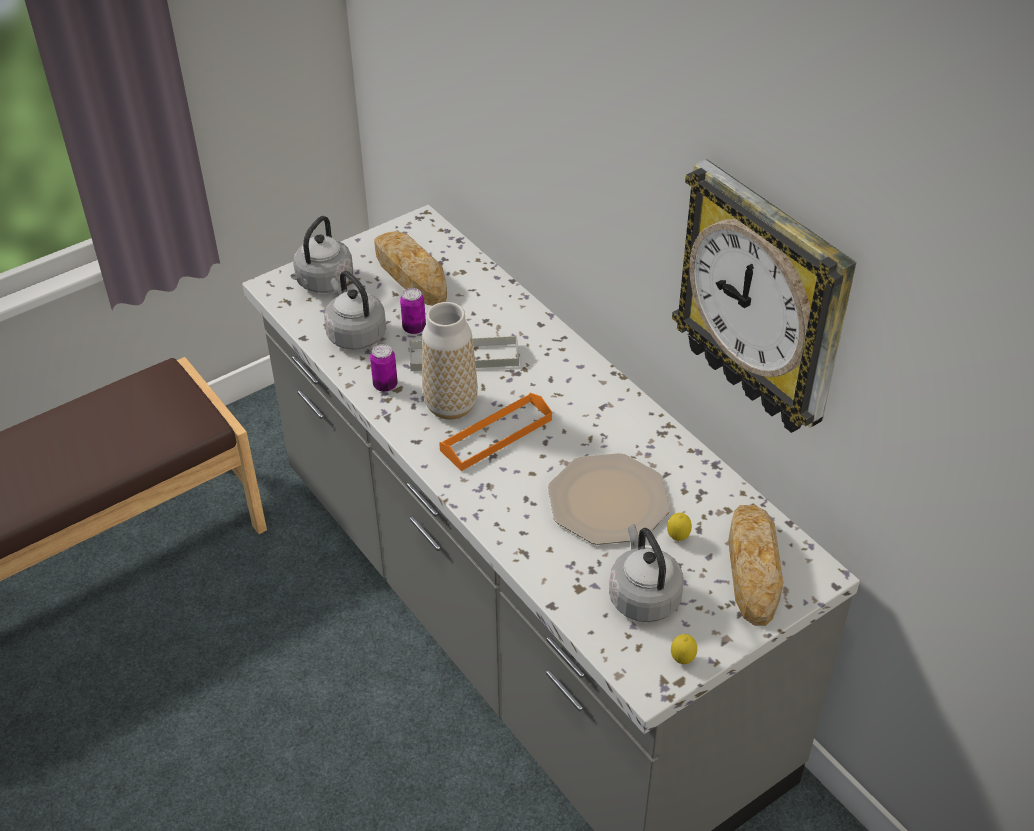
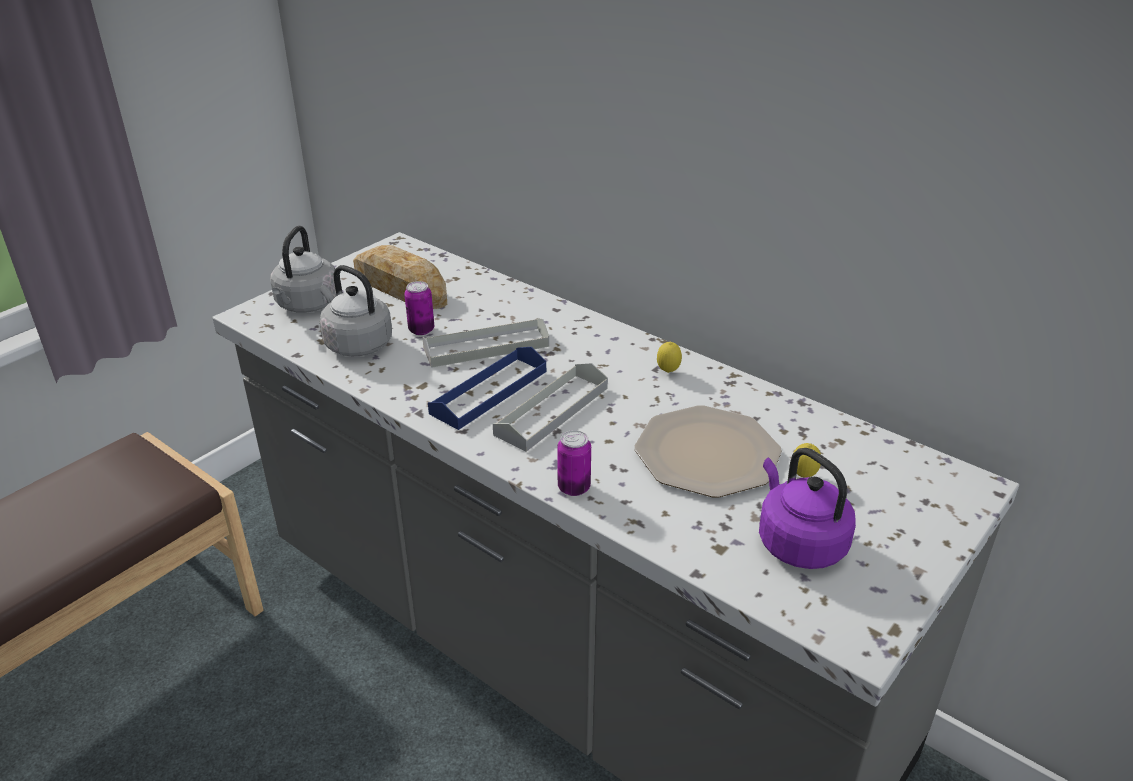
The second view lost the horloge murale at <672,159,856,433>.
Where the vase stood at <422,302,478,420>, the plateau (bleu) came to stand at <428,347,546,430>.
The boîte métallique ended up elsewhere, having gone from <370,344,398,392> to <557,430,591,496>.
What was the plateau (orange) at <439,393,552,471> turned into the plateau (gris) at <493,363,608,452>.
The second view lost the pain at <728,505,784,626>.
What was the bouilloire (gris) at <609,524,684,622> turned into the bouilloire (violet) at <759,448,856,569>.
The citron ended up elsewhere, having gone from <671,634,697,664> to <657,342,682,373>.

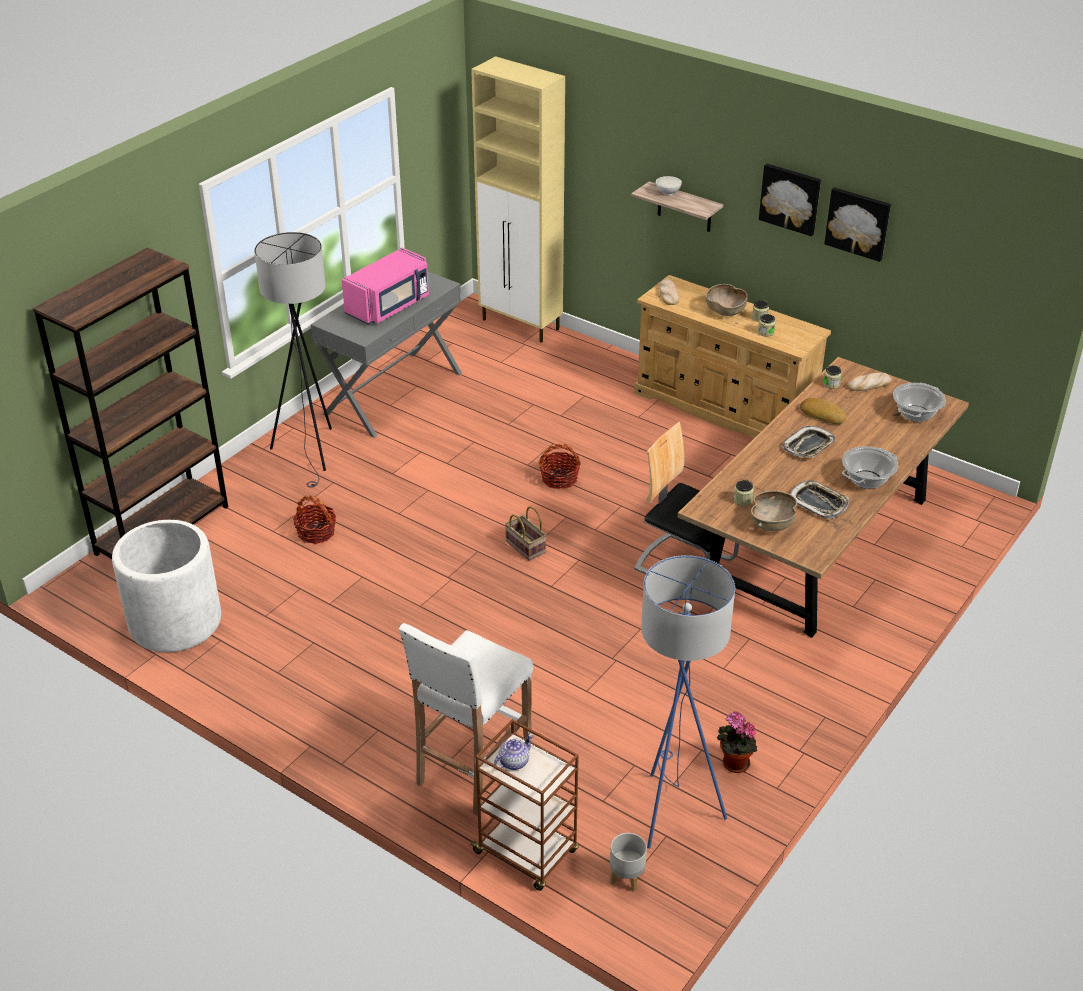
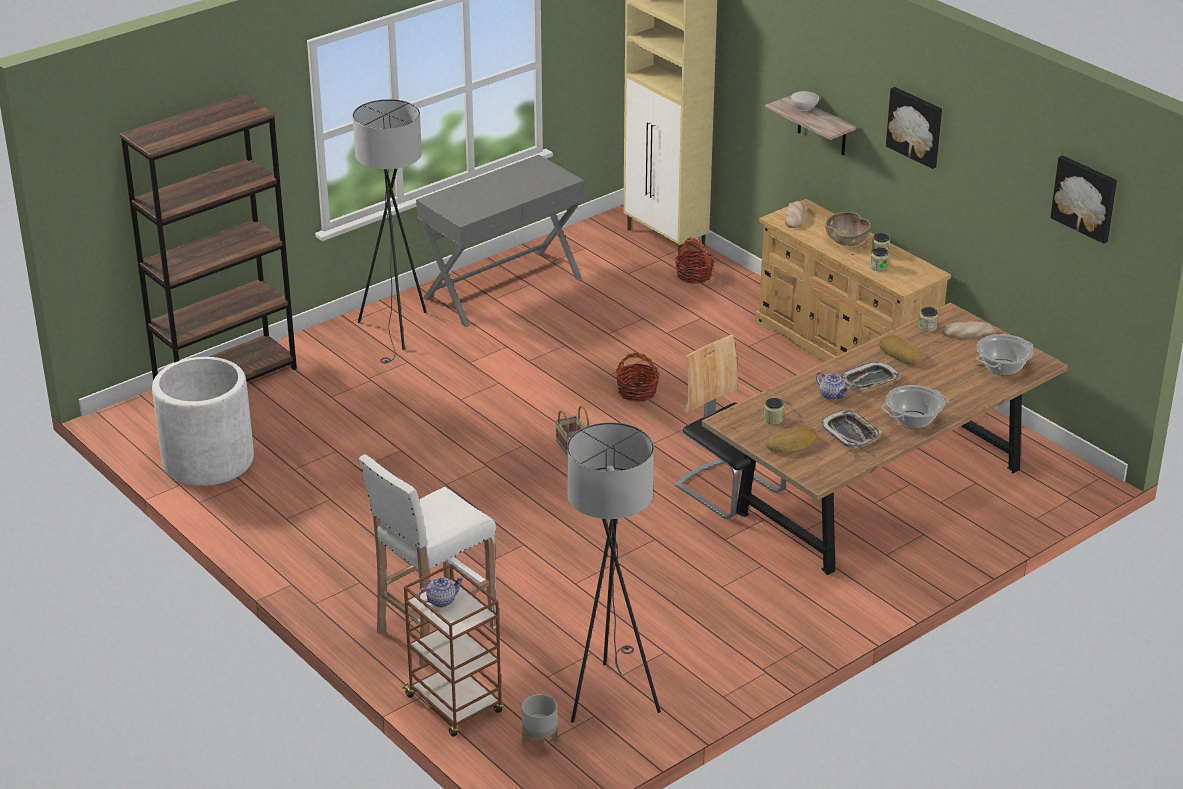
The tableau ended up elsewhere, having gone from <824,187,891,262> to <1050,155,1117,244>.
The second view lost the micro-ondes (rose) at <342,248,429,324>.
Where the bol (marron) stood at <751,491,797,531>, the pain came to stand at <765,426,817,453>.
The panier ended up elsewhere, having gone from <293,495,336,544> to <675,238,715,284>.
What was the lampadaire (bleu) at <641,555,735,849> turned into the lampadaire (gris) at <567,422,661,723>.
The second view lost the plante en pot at <717,711,757,773>.
The second view gained the théière at <816,372,850,400>.

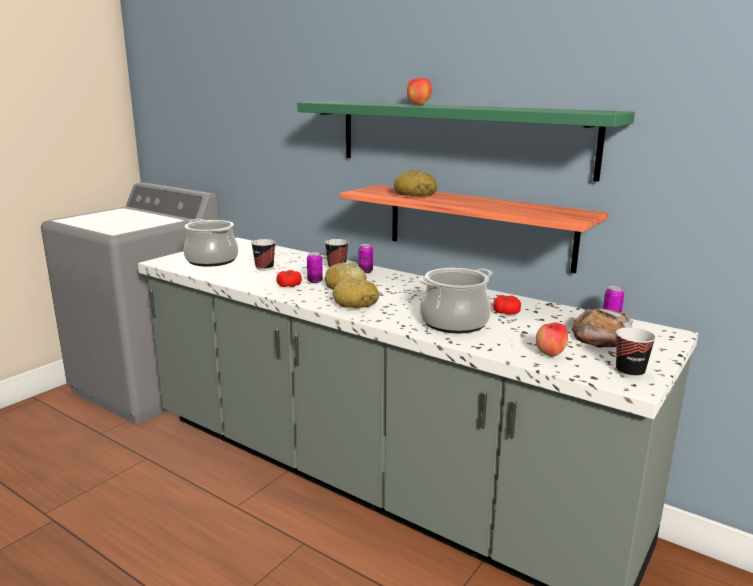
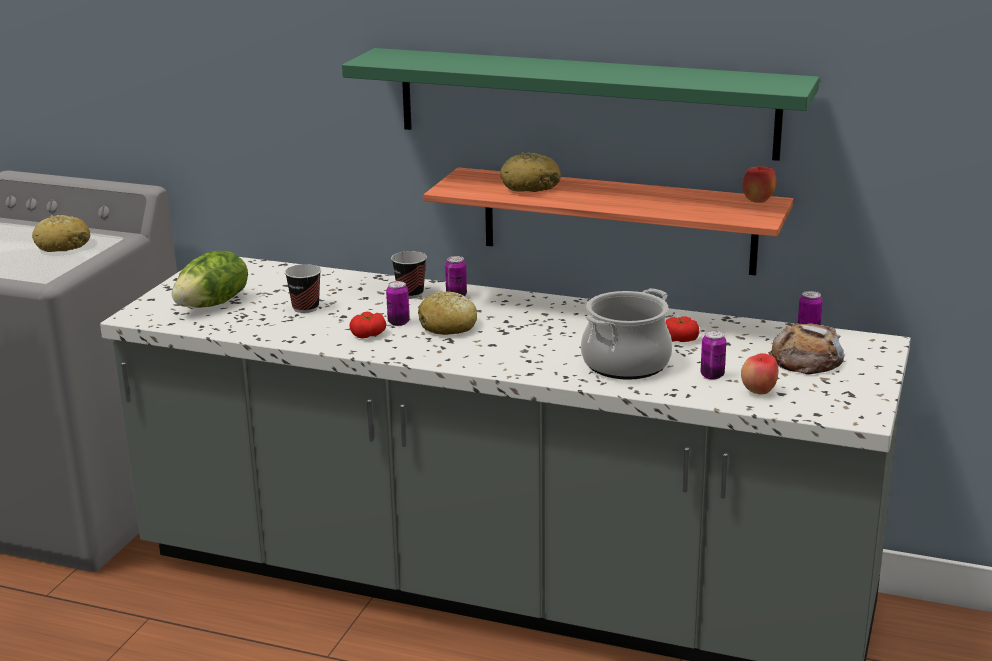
The pomme ended up elsewhere, having gone from <407,78,432,105> to <742,166,777,203>.
Where the marmite stood at <183,219,238,267>, the laitue came to stand at <172,251,248,308>.
The pain ended up elsewhere, having gone from <333,277,379,308> to <32,215,90,252>.
The second view lost the tasse at <616,328,656,378>.
The second view gained the boîte métallique at <701,330,726,380>.

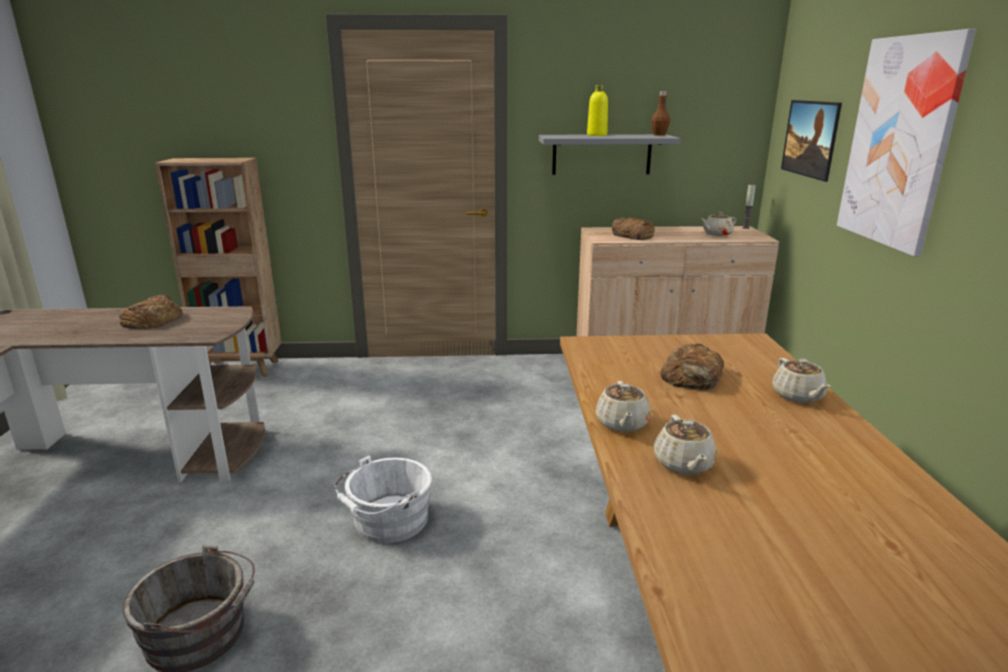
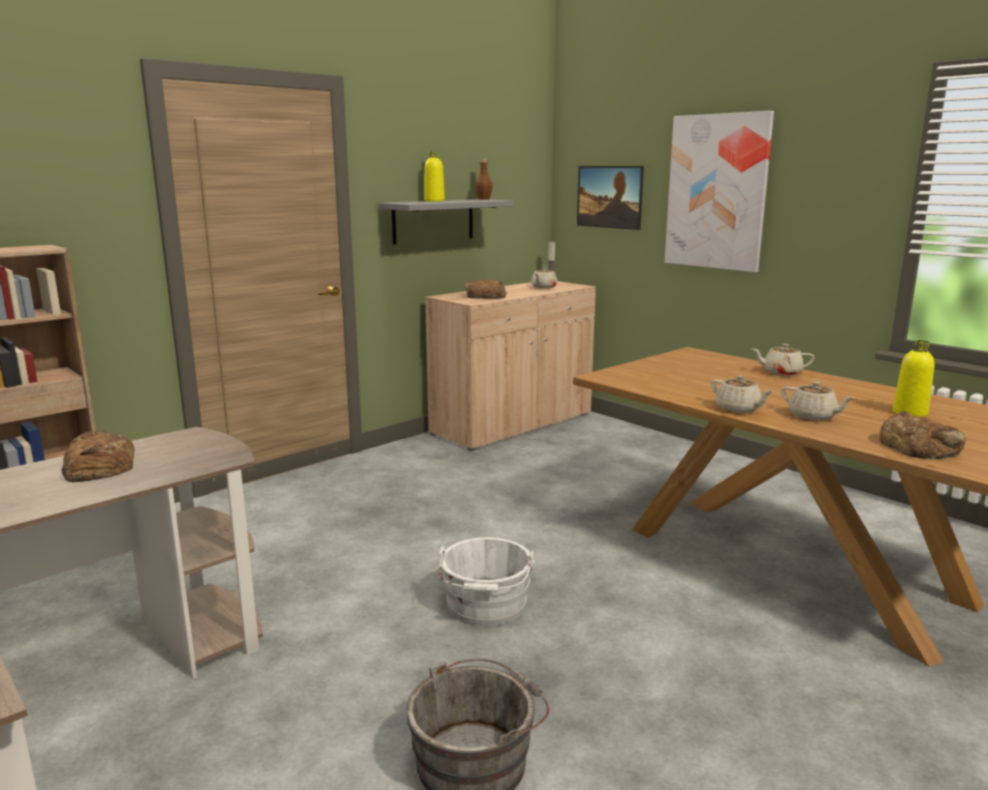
The pain ended up elsewhere, having gone from <660,344,724,391> to <879,411,966,460>.
The théière (beige) at <772,358,830,403> ended up facing another way, 150 degrees clockwise from before.
The second view gained the bouteille (jaune) at <893,340,935,417>.

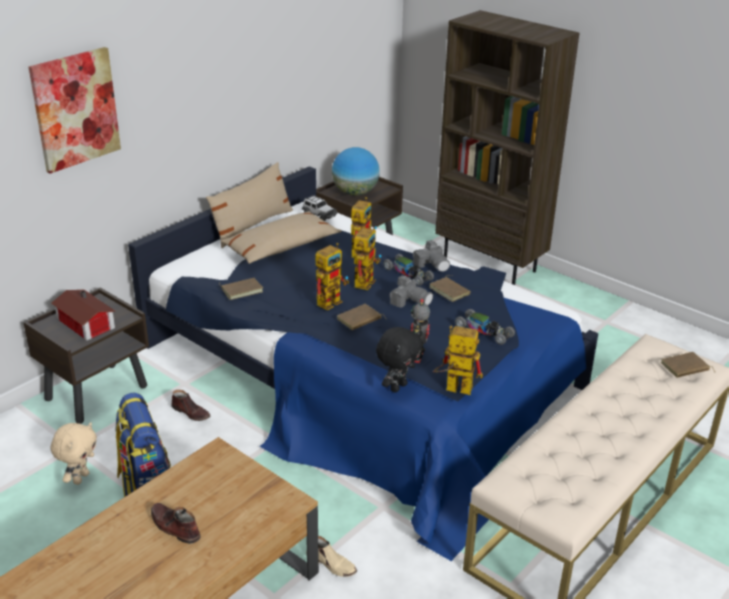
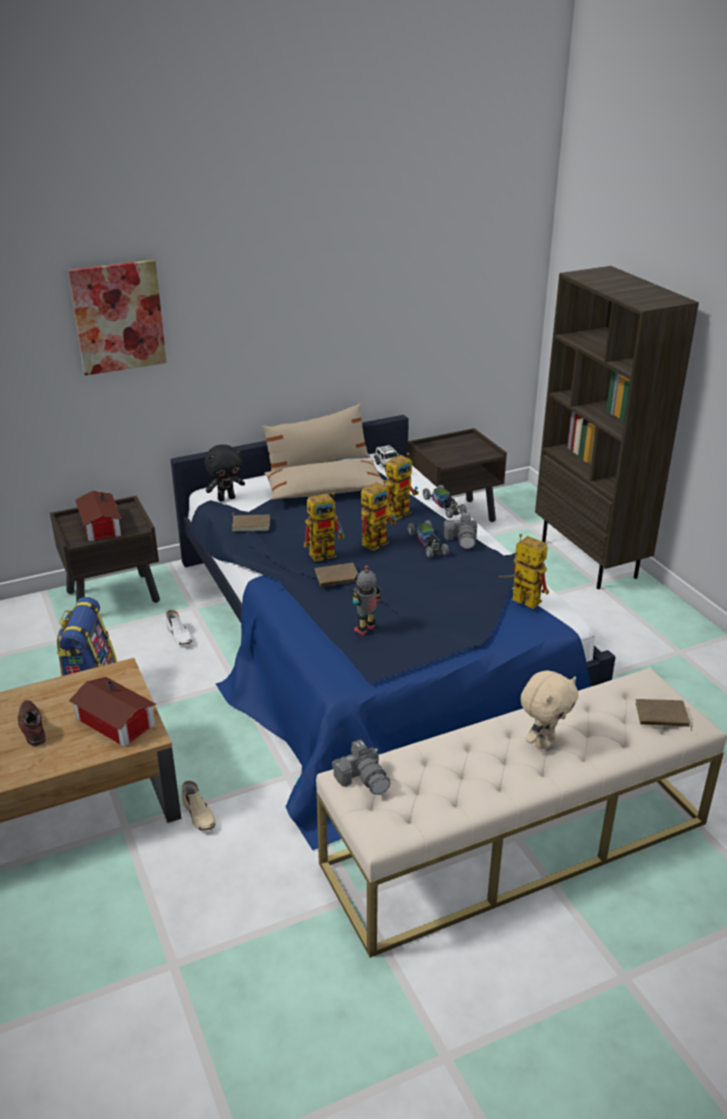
The second view lost the globe at <332,147,380,196>.
The second view lost the livre (marron) at <429,275,471,302>.
The appareil photo ended up elsewhere, having gone from <389,276,433,307> to <332,739,390,795>.
The petite voiture ended up elsewhere, having gone from <455,309,515,345> to <423,485,467,518>.
The robot jouet ended up elsewhere, having gone from <433,326,483,395> to <498,534,549,609>.
The peluche (noir) ended up elsewhere, having gone from <376,327,423,393> to <204,445,245,502>.
What was the chaussure (marron) at <171,390,210,421> turned into the chaussure (blanc) at <166,610,193,645>.
The peluche (beige) ended up elsewhere, having gone from <51,422,97,485> to <520,670,578,749>.
The second view gained the maison miniature at <69,677,156,747>.

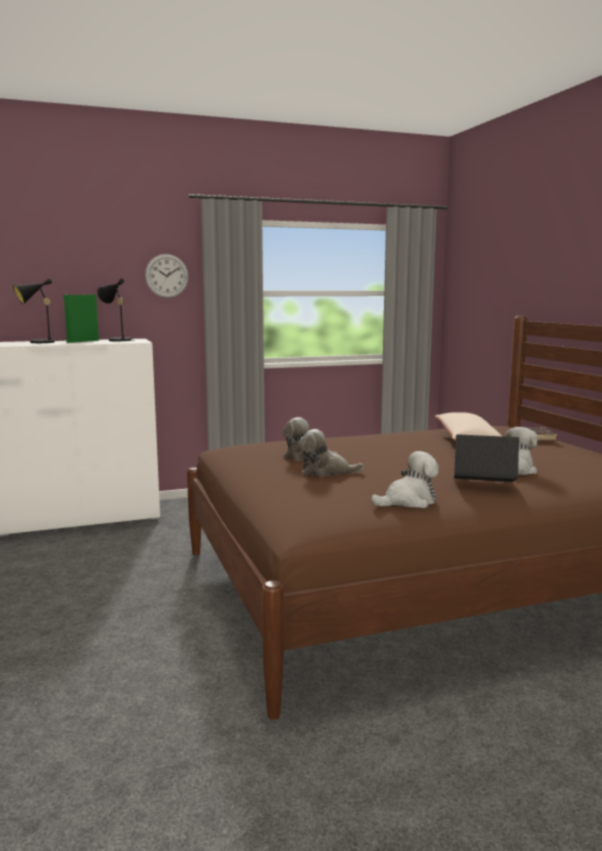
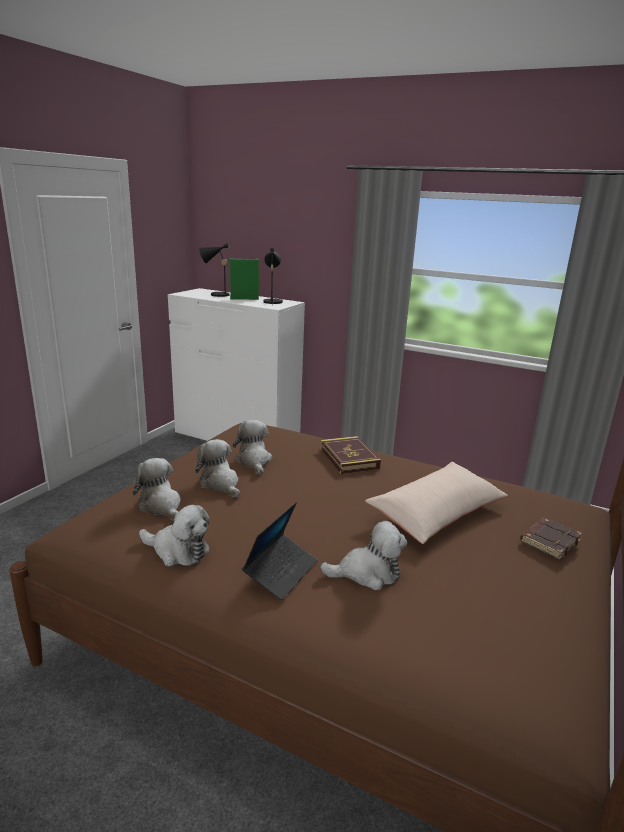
The second view lost the horloge murale at <145,254,189,298>.
The ordinateur portable at <454,434,519,482> ended up facing another way, 60 degrees clockwise from before.
The second view gained the livre at <320,436,381,474>.
The second view gained the peluche at <133,458,181,521>.

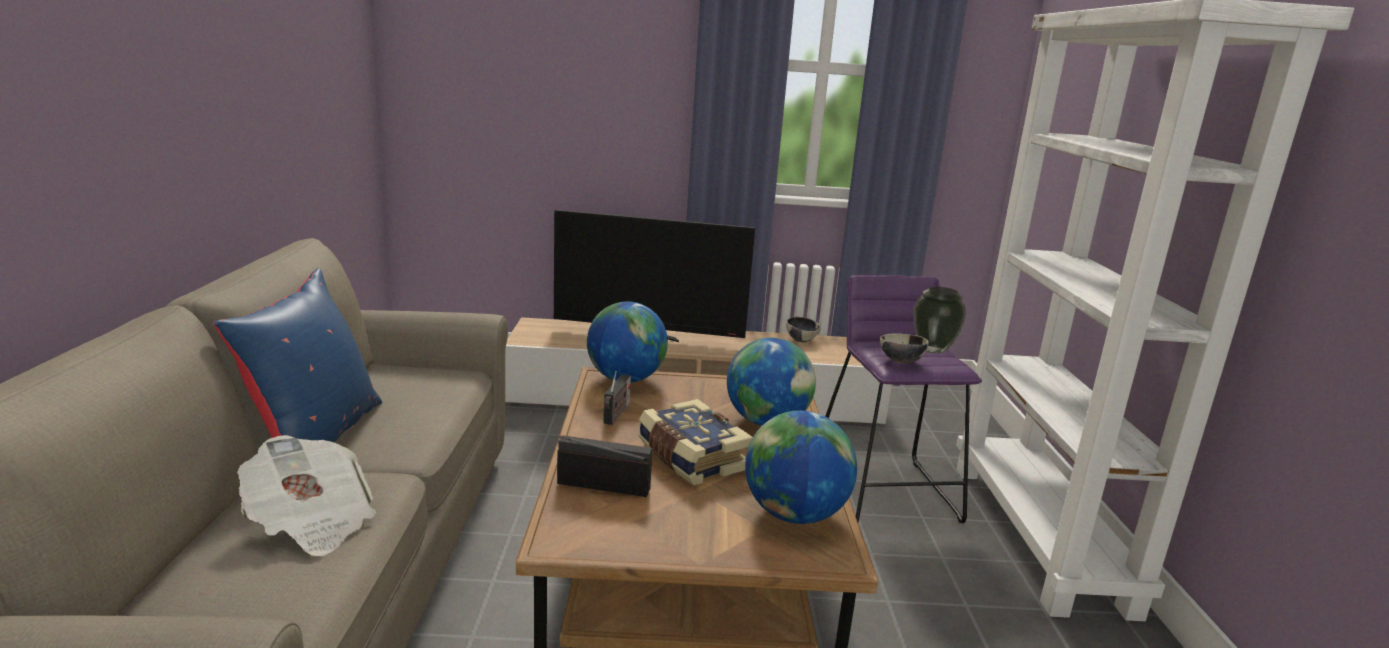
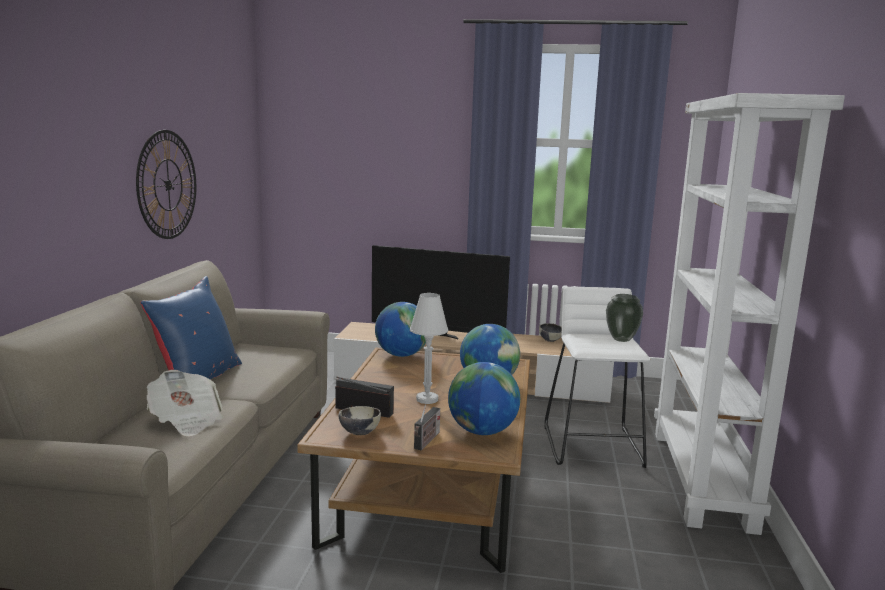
What was the tabouret (violet) at <825,275,982,523> turned into the tabouret (blanc) at <544,287,650,468>.
The bol ended up elsewhere, having gone from <880,333,929,364> to <339,406,381,435>.
The radio ended up elsewhere, having gone from <603,371,631,425> to <414,404,440,450>.
Where the livre stood at <638,399,753,485>, the lampe de table (blanc) came to stand at <410,293,448,404>.
The second view gained the horloge murale at <136,130,196,239>.

